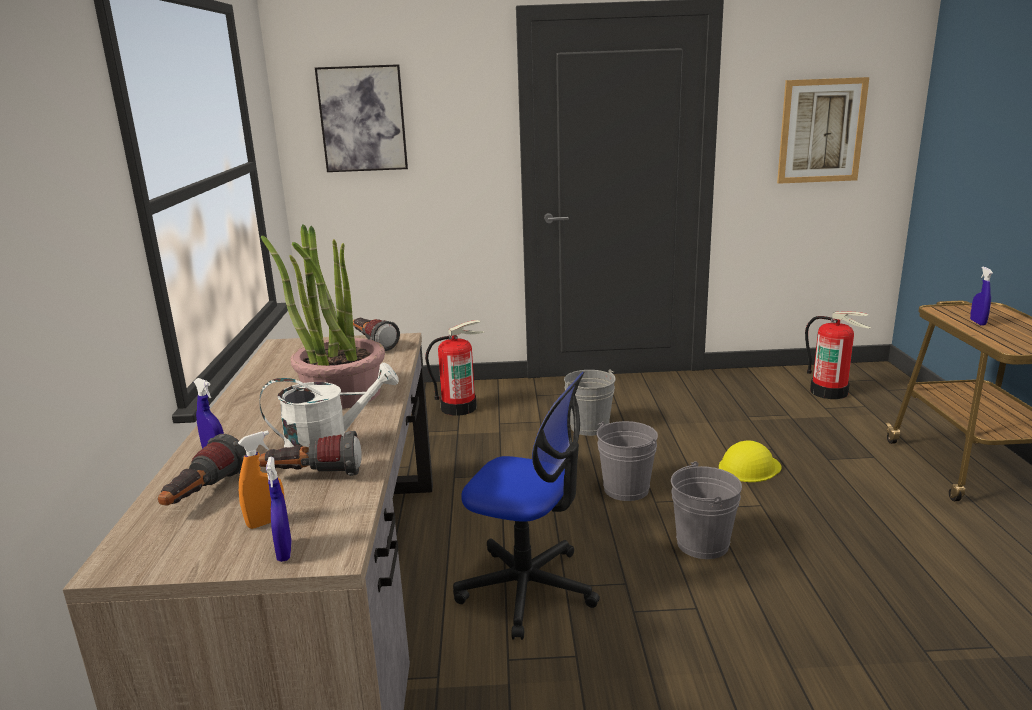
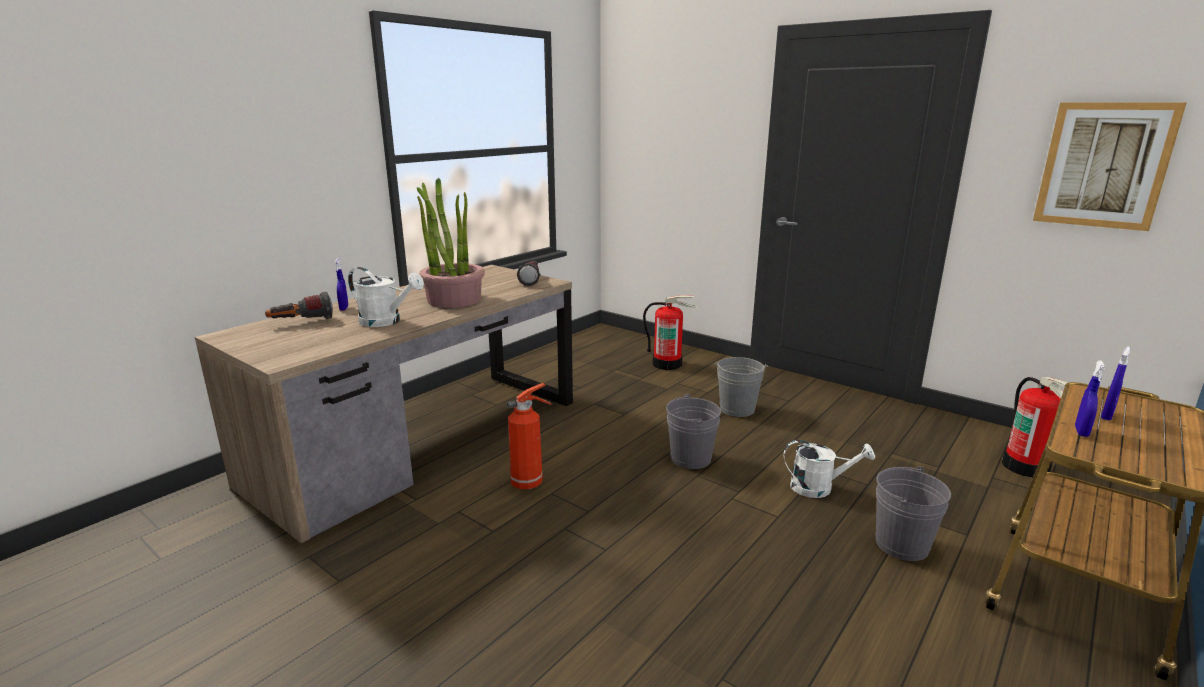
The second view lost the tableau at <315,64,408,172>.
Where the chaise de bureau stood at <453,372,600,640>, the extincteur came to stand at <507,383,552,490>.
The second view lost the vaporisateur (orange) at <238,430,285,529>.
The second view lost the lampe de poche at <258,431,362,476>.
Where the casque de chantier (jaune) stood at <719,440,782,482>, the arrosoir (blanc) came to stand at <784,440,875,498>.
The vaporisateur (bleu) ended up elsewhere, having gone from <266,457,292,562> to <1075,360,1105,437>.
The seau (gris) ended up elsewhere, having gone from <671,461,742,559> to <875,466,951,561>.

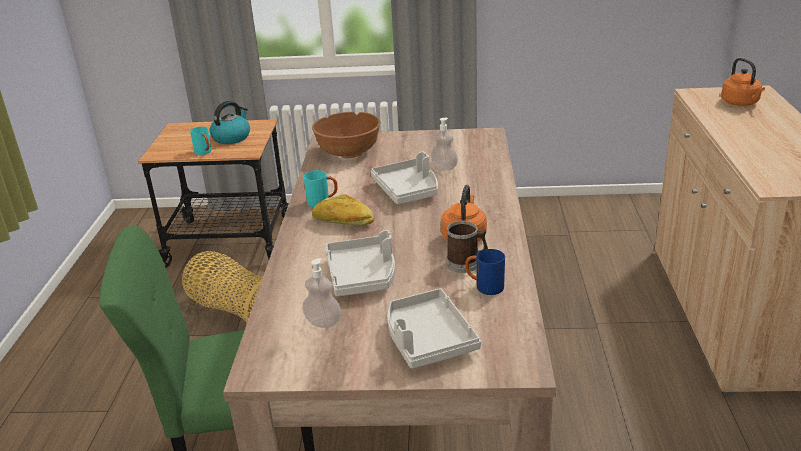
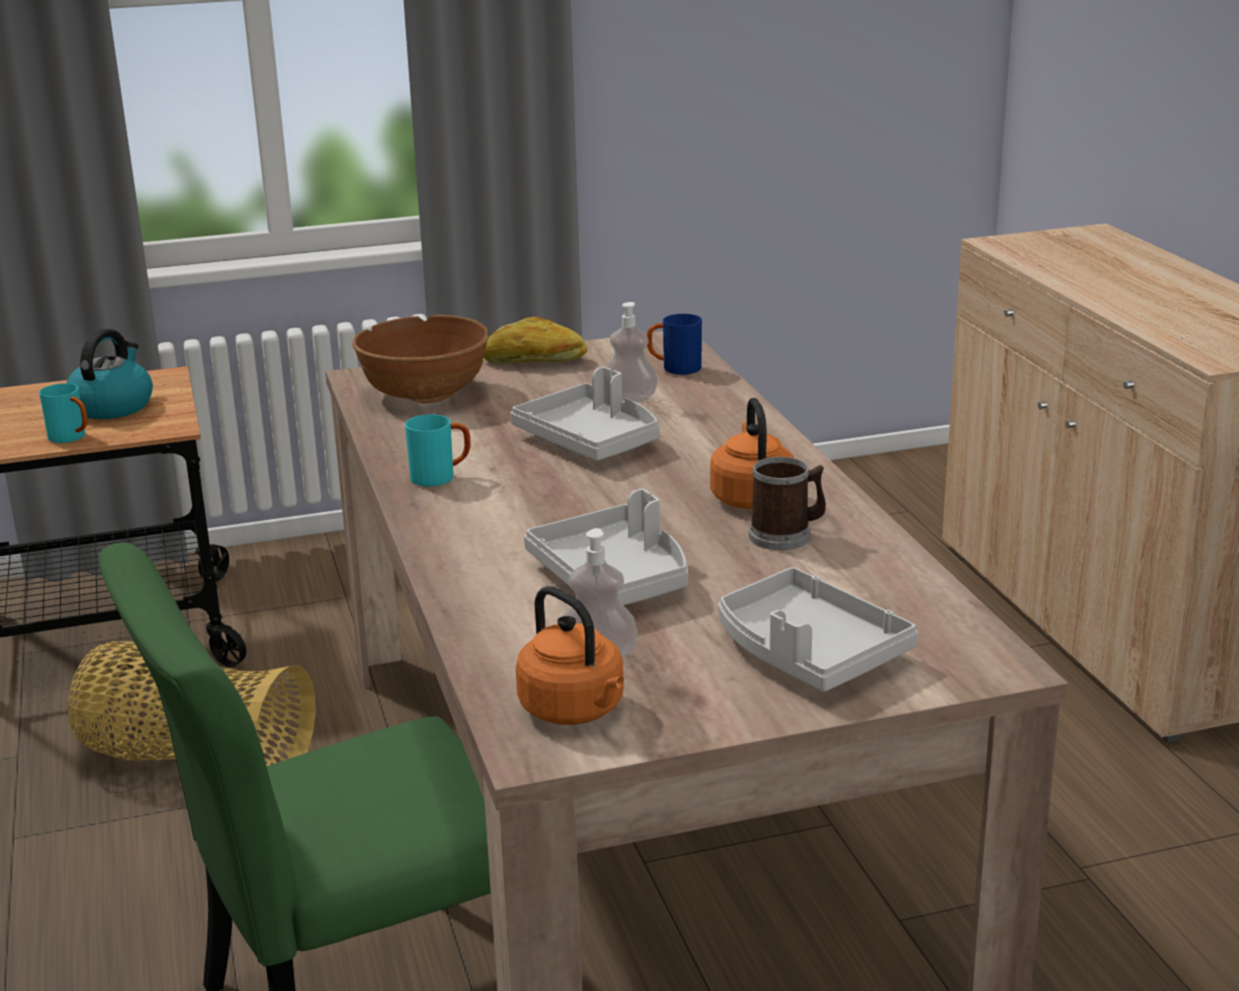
The bouilloire (orange) ended up elsewhere, having gone from <721,58,765,106> to <516,586,624,725>.
The pain ended up elsewhere, having gone from <312,194,374,226> to <483,316,587,364>.
The mug (bleu) ended up elsewhere, having gone from <465,249,505,295> to <647,314,702,375>.

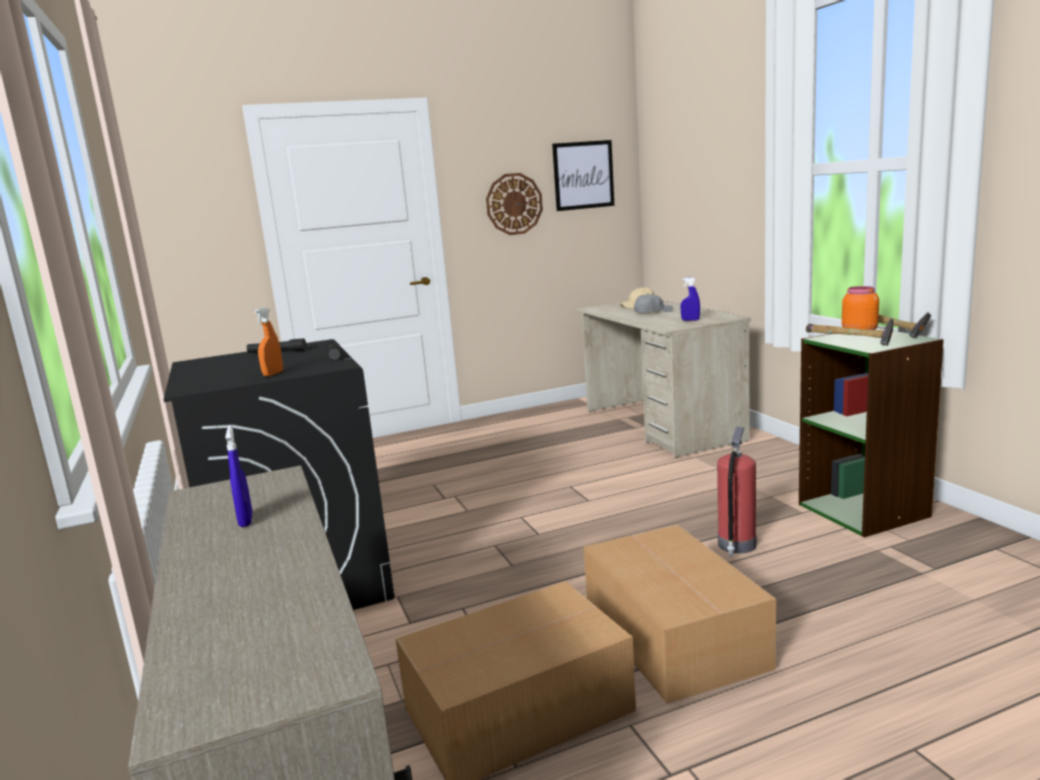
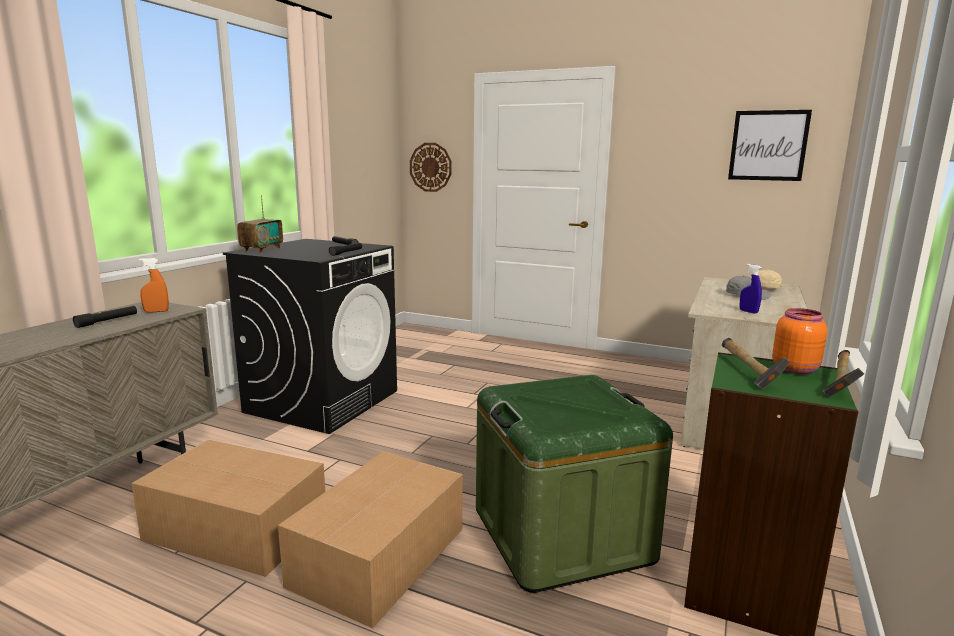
The horloge murale ended up elsewhere, having gone from <486,173,543,235> to <410,143,452,192>.
The vaporisateur (orange) ended up elsewhere, having gone from <254,308,283,376> to <139,258,169,312>.
Where the vaporisateur (bleu) stood at <225,425,252,527>, the lampe de poche (noir) came to stand at <73,306,137,328>.
Where the extincteur stood at <717,427,756,557>, the boîte de rangement (vert) came to stand at <476,375,673,593>.
The second view gained the radio at <237,195,283,253>.

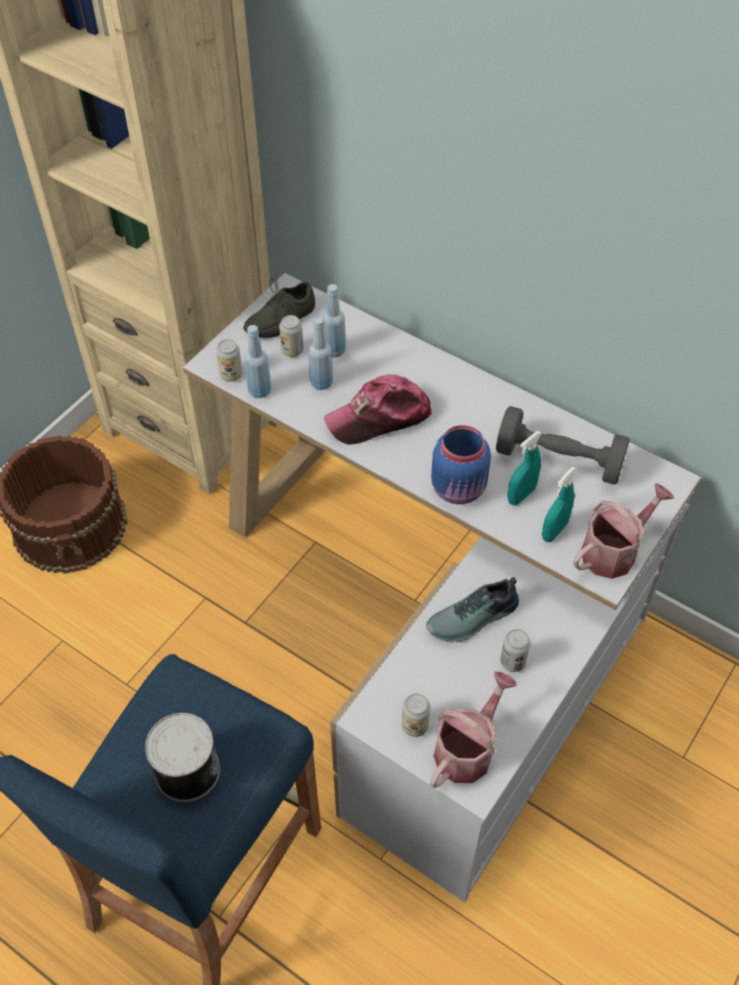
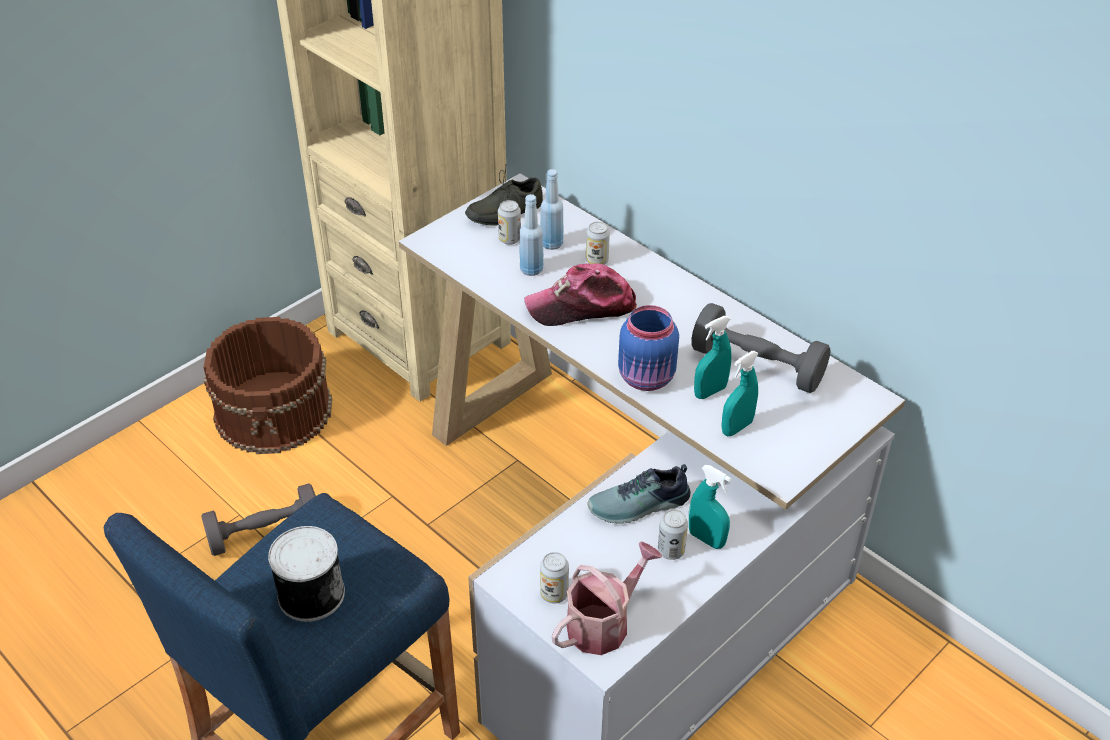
The second view lost the bouteille (bleu) at <245,325,271,398>.
The boîte métallique ended up elsewhere, having gone from <216,339,242,382> to <586,222,610,265>.
The second view lost the arrosoir at <573,483,674,579>.
The second view gained the vaporisateur (turquoise) at <689,465,731,549>.
The second view gained the haltère (gris) at <201,484,316,556>.

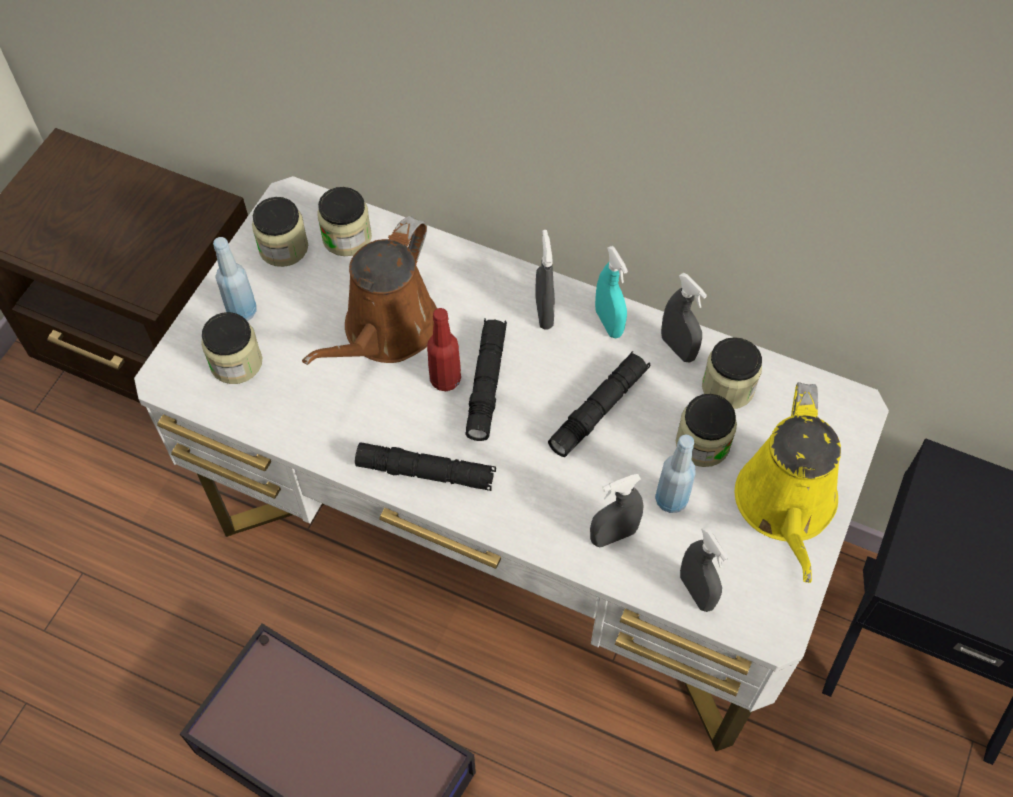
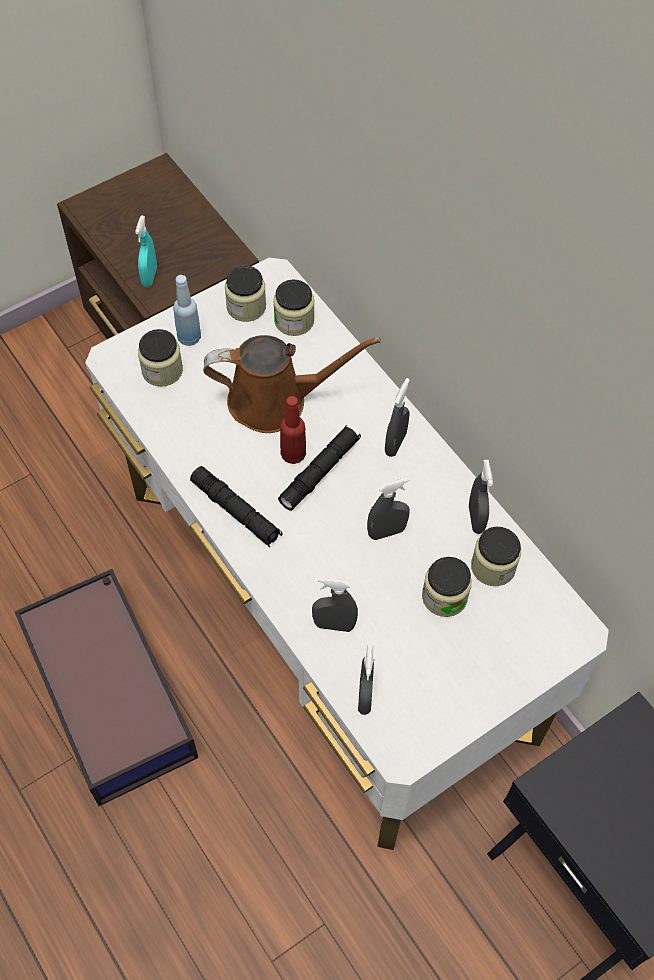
The arrosoir (marron) at <302,216,437,365> ended up facing another way, 150 degrees counterclockwise from before.
The vaporisateur (turquoise) ended up elsewhere, having gone from <595,246,628,338> to <135,216,157,287>.
Where the lampe de poche (noir) stood at <548,351,651,457>, the vaporisateur (gris) came to stand at <367,477,410,540>.
The second view lost the arrosoir (jaune) at <735,382,841,583>.
The second view lost the bouteille (bleu) at <655,434,696,513>.

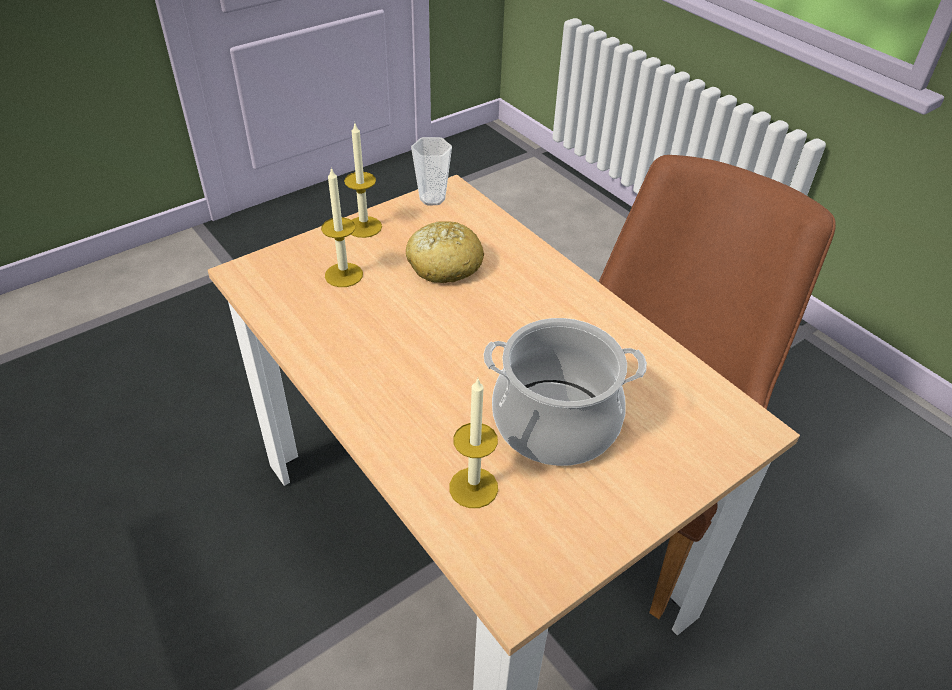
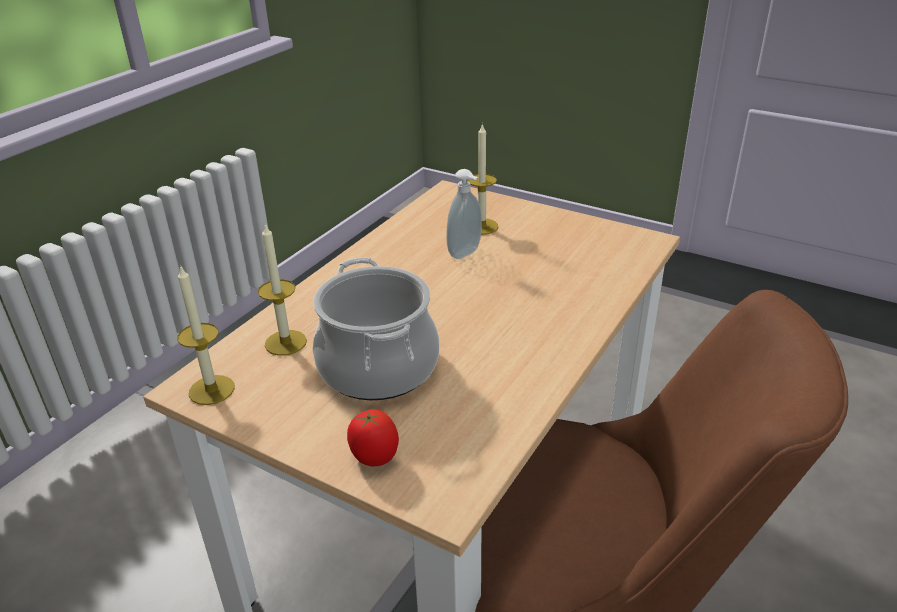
The bougie ended up elsewhere, having gone from <344,124,382,238> to <177,265,235,405>.
The second view lost the tasse at <411,137,452,205>.
The second view lost the pain at <406,221,484,283>.
The second view gained the distributeur de savon at <446,169,482,259>.
The second view gained the tomate at <347,409,399,466>.

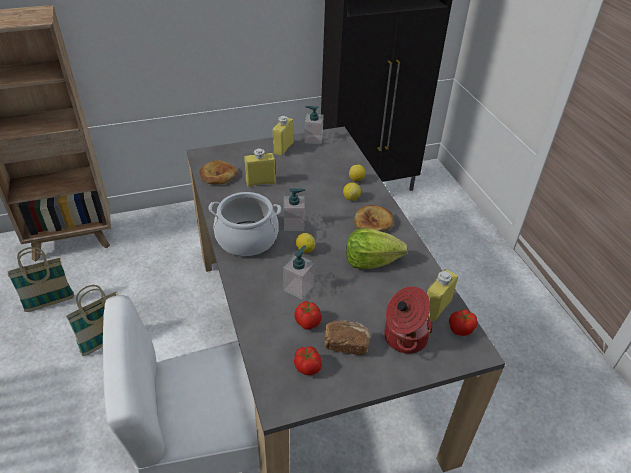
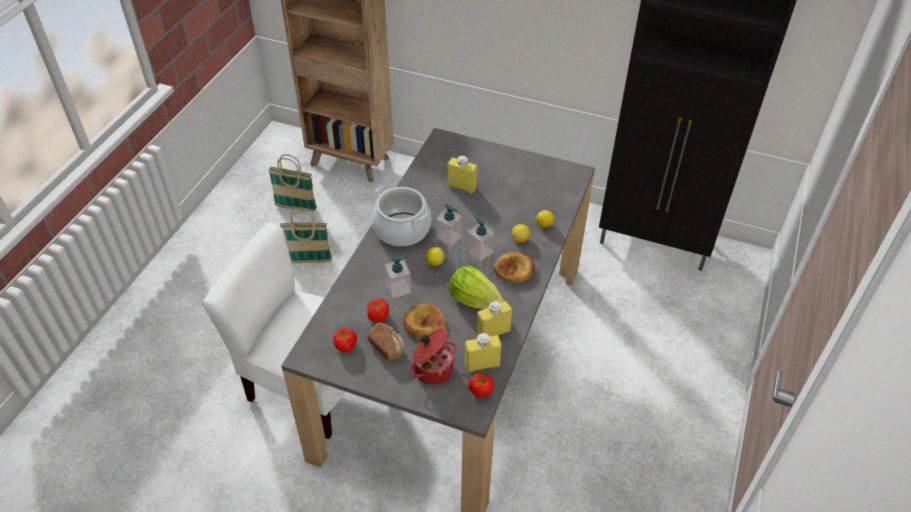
The distributeur de savon ended up elsewhere, having gone from <304,106,324,145> to <467,216,495,262>.
The bouteille (jaune) ended up elsewhere, having gone from <273,116,294,156> to <477,301,512,336>.
The pain ended up elsewhere, having gone from <199,160,238,185> to <403,304,446,339>.

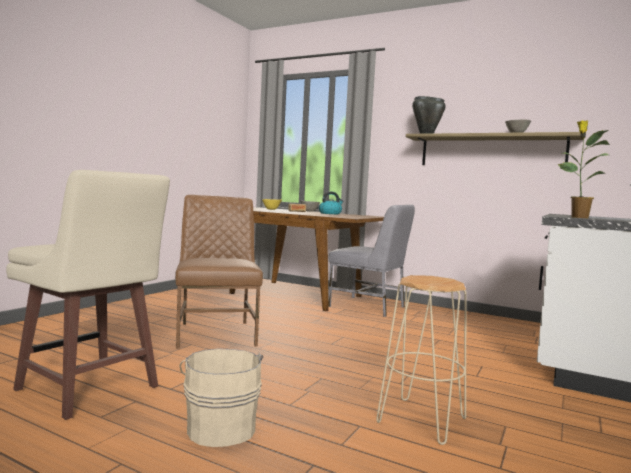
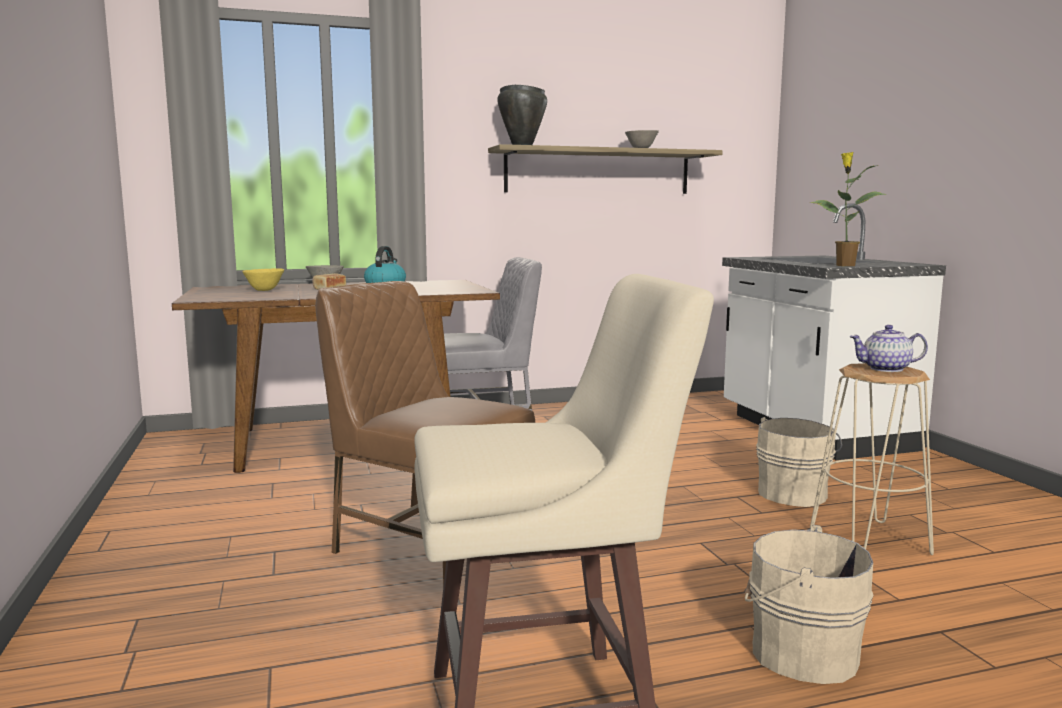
The second view gained the théière at <849,325,928,372>.
The second view gained the seau (beige) at <756,417,842,507>.

